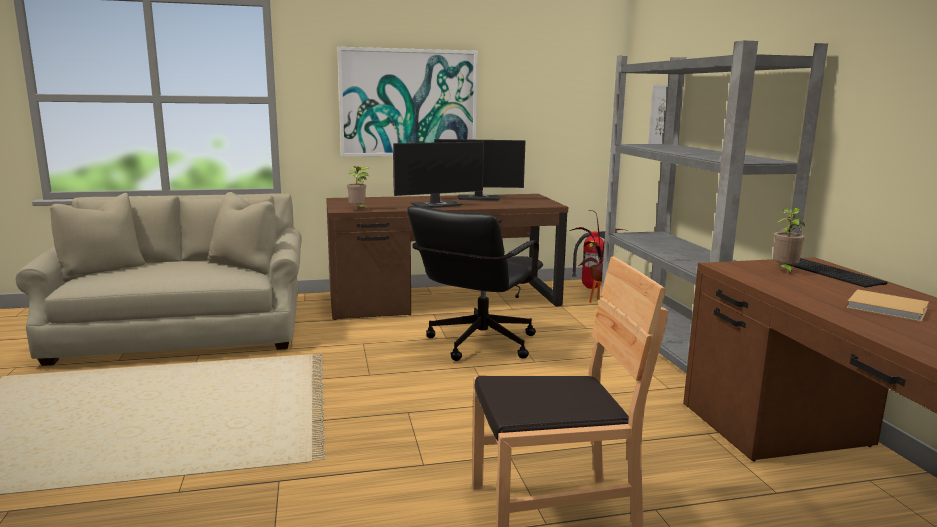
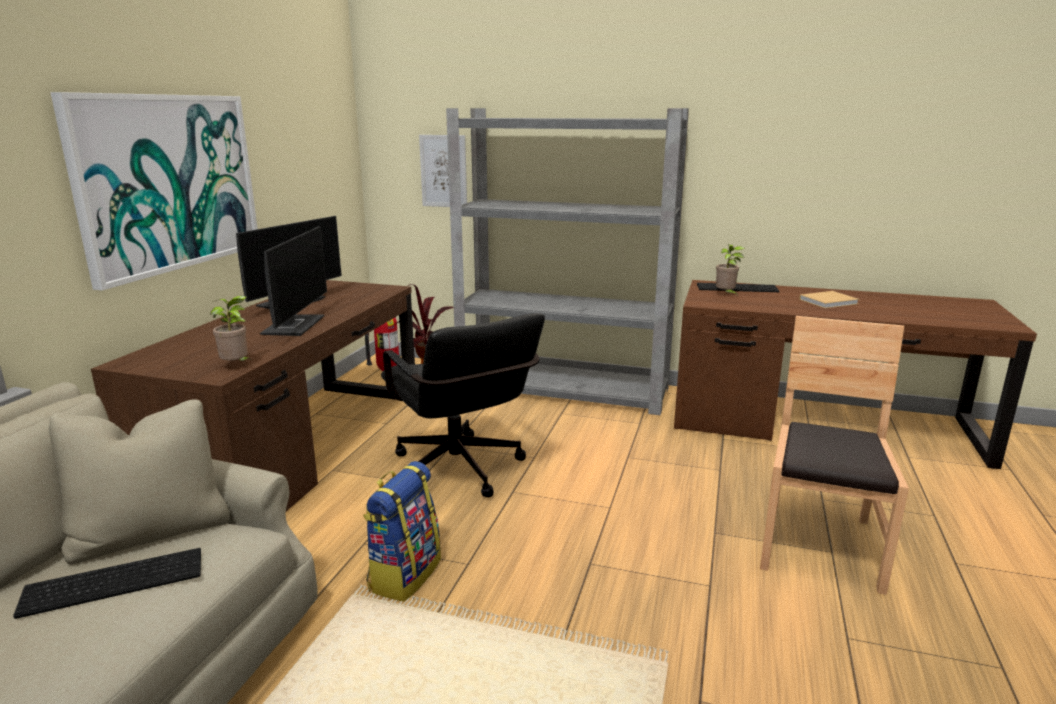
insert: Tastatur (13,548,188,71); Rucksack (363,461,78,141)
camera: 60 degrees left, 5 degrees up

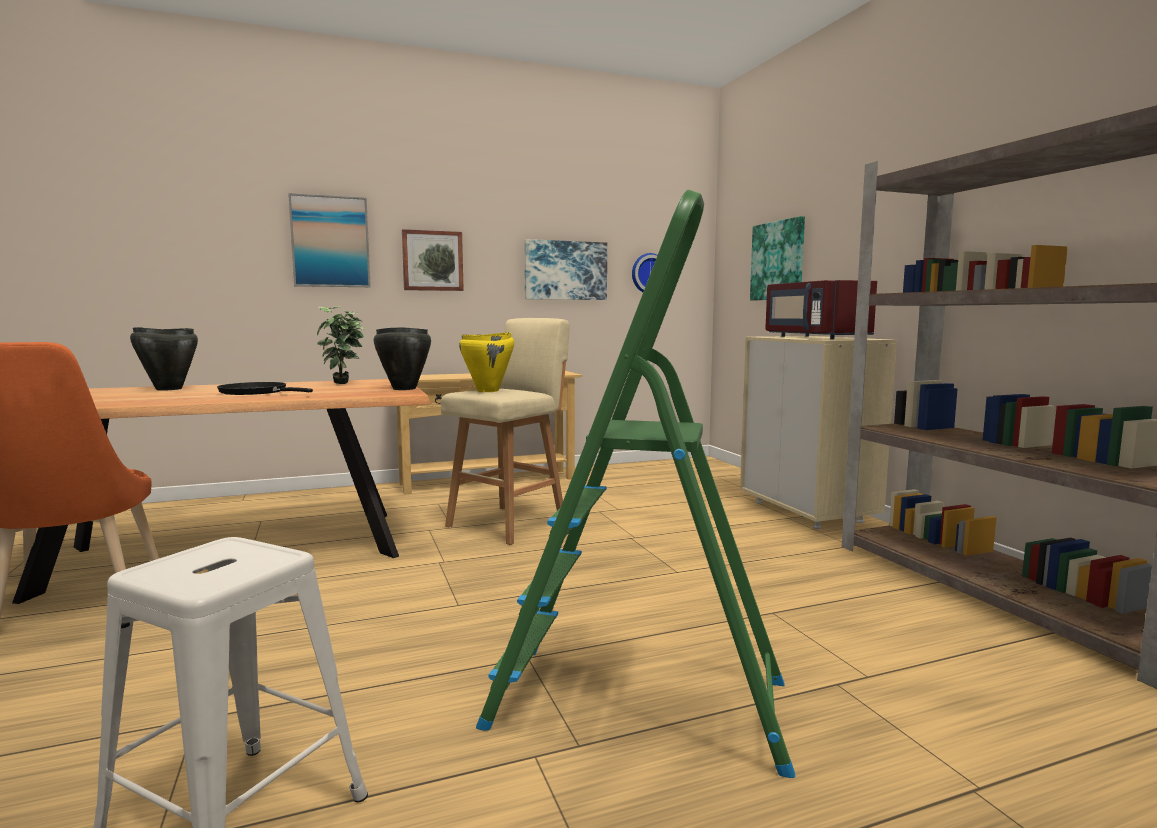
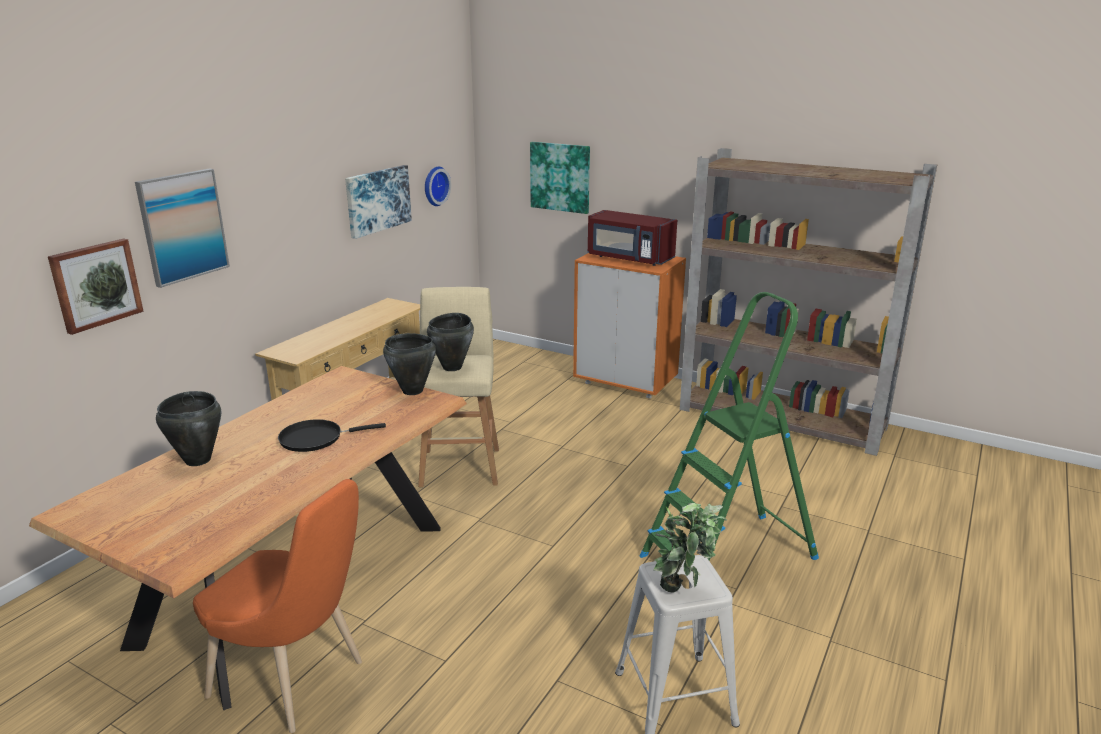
move: Bild (402,229,62,62) to (48,238,96,97); Topfpflanze (317,306,48,78) to (653,503,74,90)
recolor: Kochtopf [gelb] (459,332,55,60) to Kochtopf [schwarz] (427,313,47,58); Schrank [beige] (740,336,157,193) to Schrank [orange] (573,253,113,145)
camera: 40 degrees left, 15 degrees up

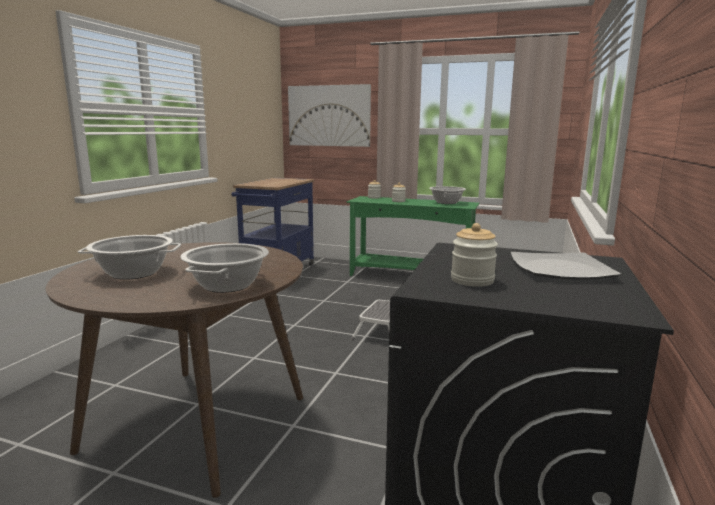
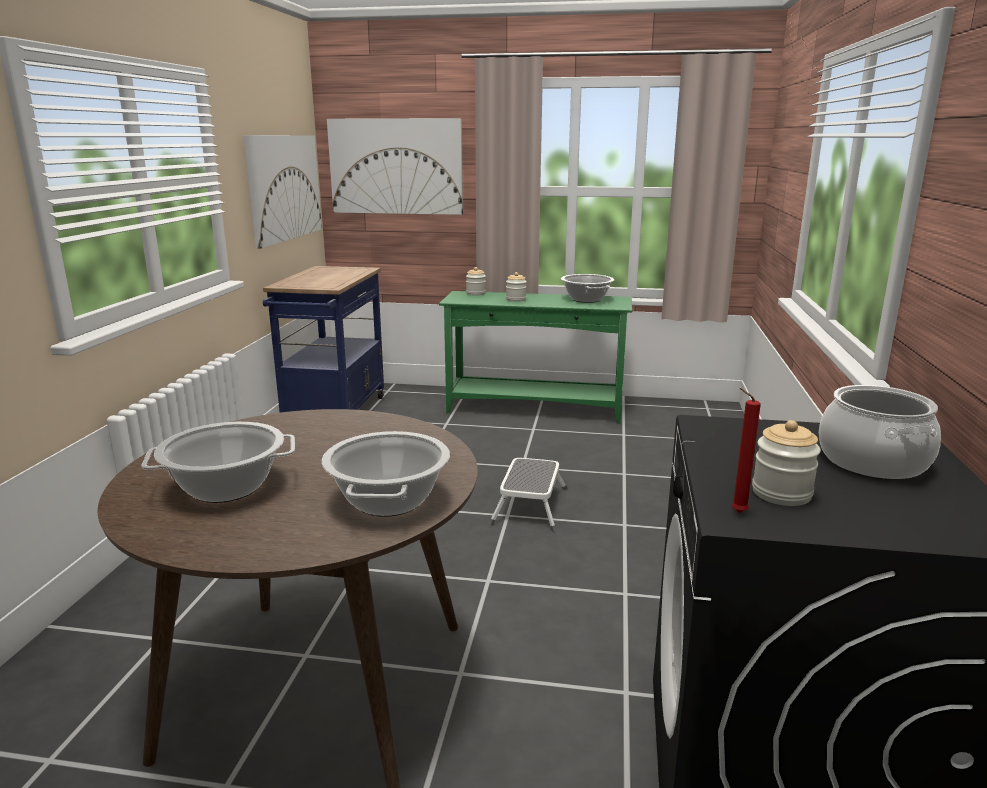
insert: Bild (244,135,78,113); Kerze [rot] (732,388,29,125)
replace: Teller (510,252,111,28) to Kochtopf (819,385,122,94)
camera: 10 degrees left, 5 degrees up

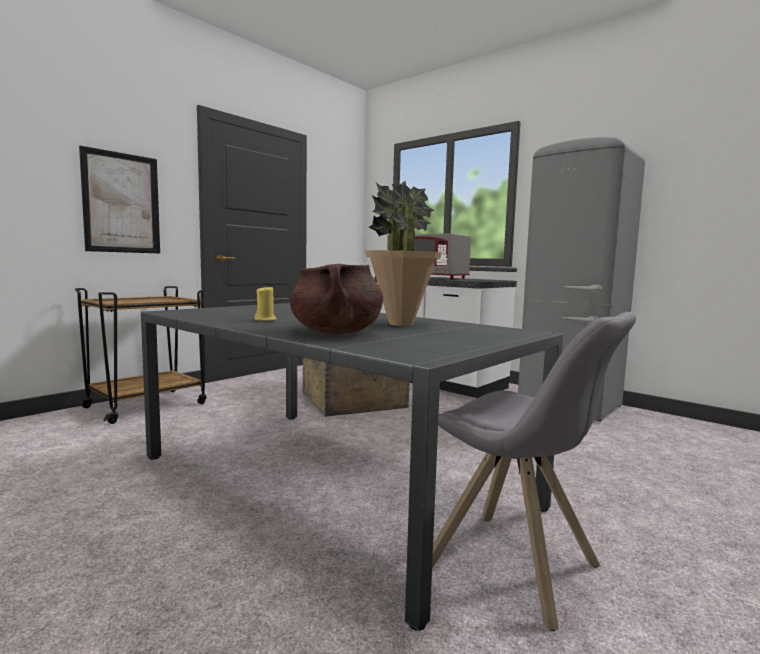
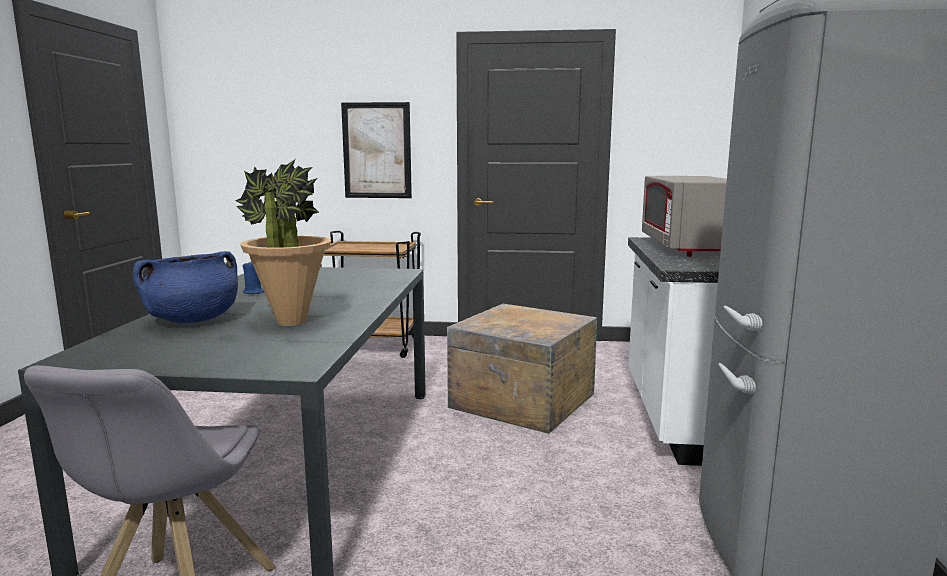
recolor: Kochtopf [braun] (290,264,93,70) to Kochtopf [blau] (133,251,105,72); Kerze [gelb] (254,285,23,36) to Kerze [blau] (243,261,21,33)
camera: 55 degrees right, 5 degrees up

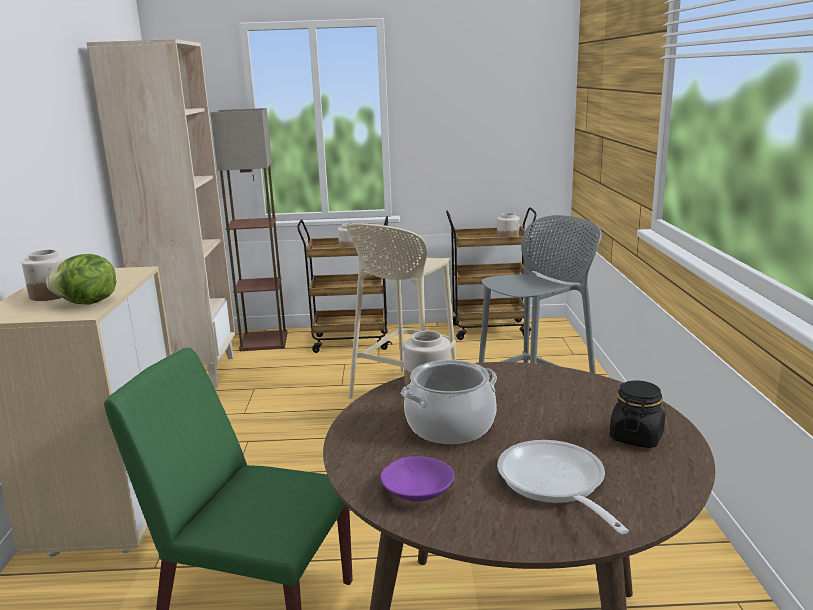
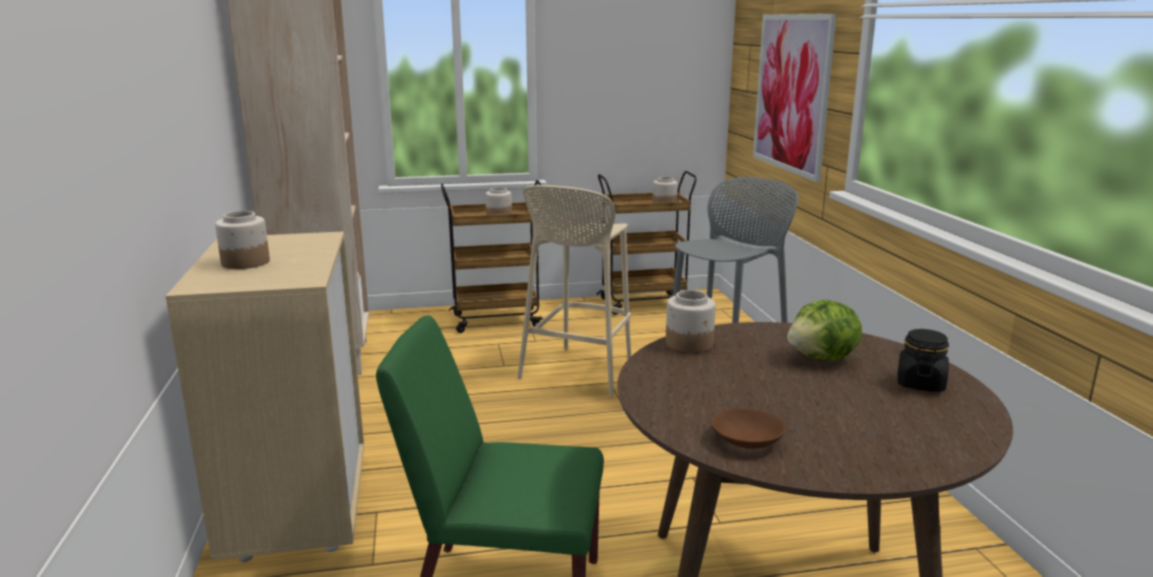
delete: Stehlampe (211,108,76,243); Kochtopf (401,360,96,84); Pfanne (497,440,132,94)
insert: Bild (753,14,84,168)
move: Salatkopf (46,254,70,51) to (787,300,75,61)
recolor: Schüssel [lila] (381,456,73,45) to Schüssel [braun] (711,408,75,41)
camera: 10 degrees left, 0 degrees up

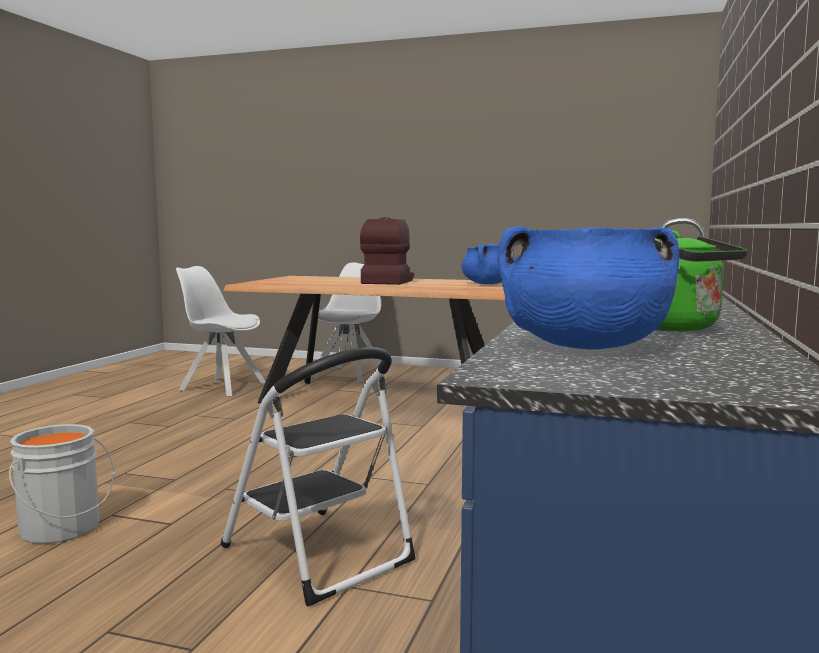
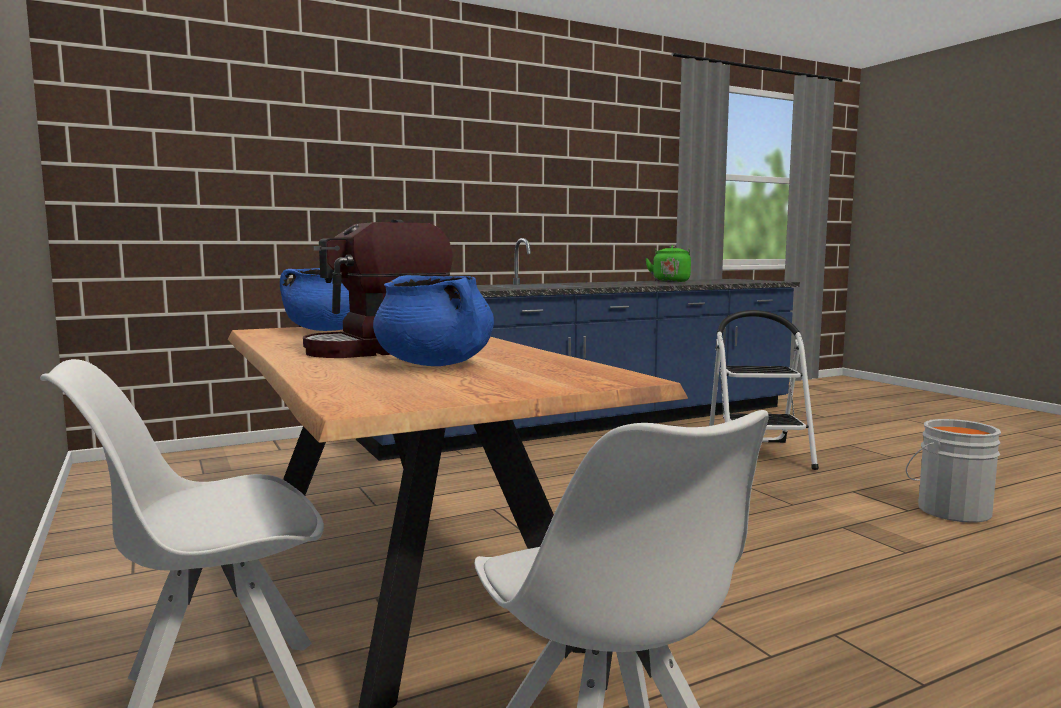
move: Kochtopf [blau] (497,226,182,123) to (373,275,121,91)
camera: 135 degrees left, 0 degrees up

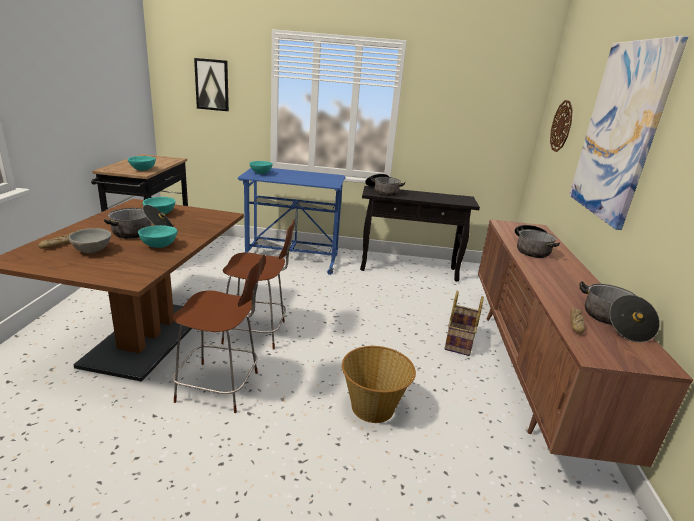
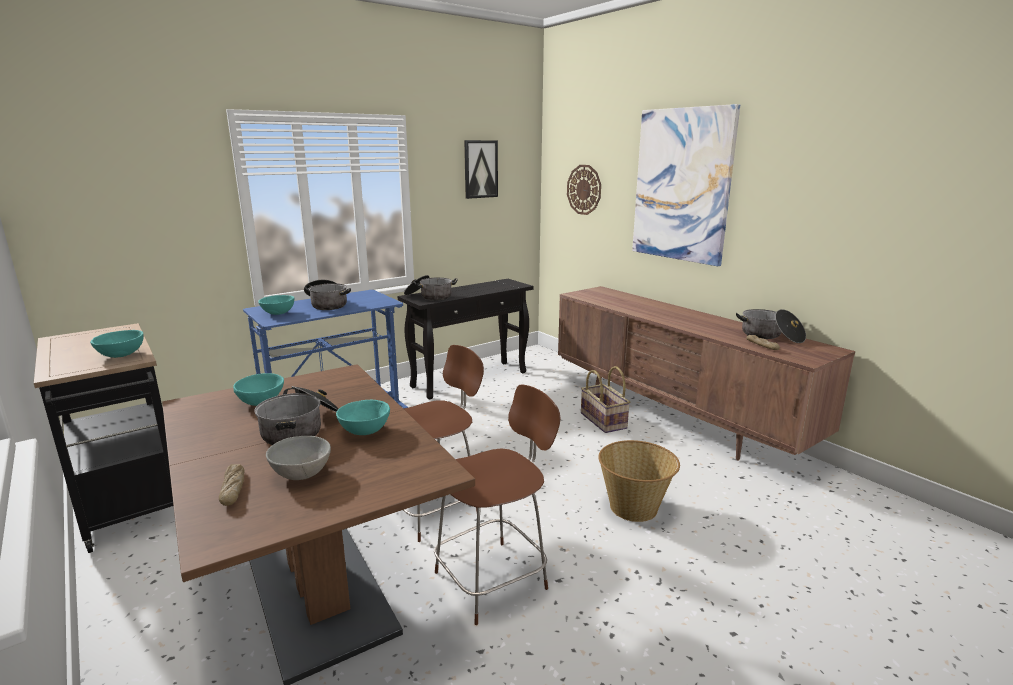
move: Kochtopf (515,225,45,33) to (304,280,47,30); Bild (194,58,35,53) to (464,140,34,59)
camera: 40 degrees left, 5 degrees down

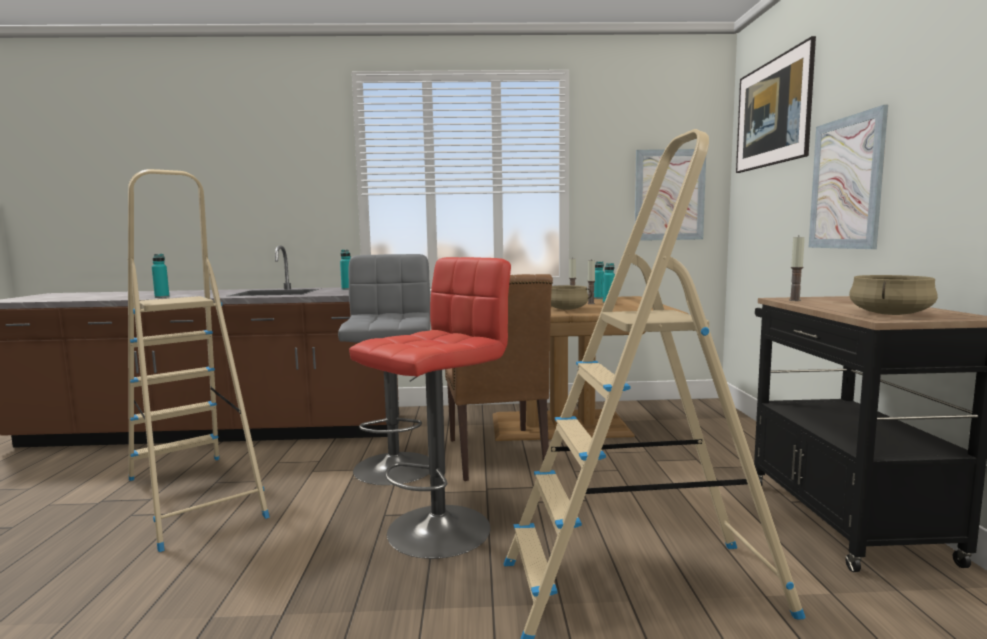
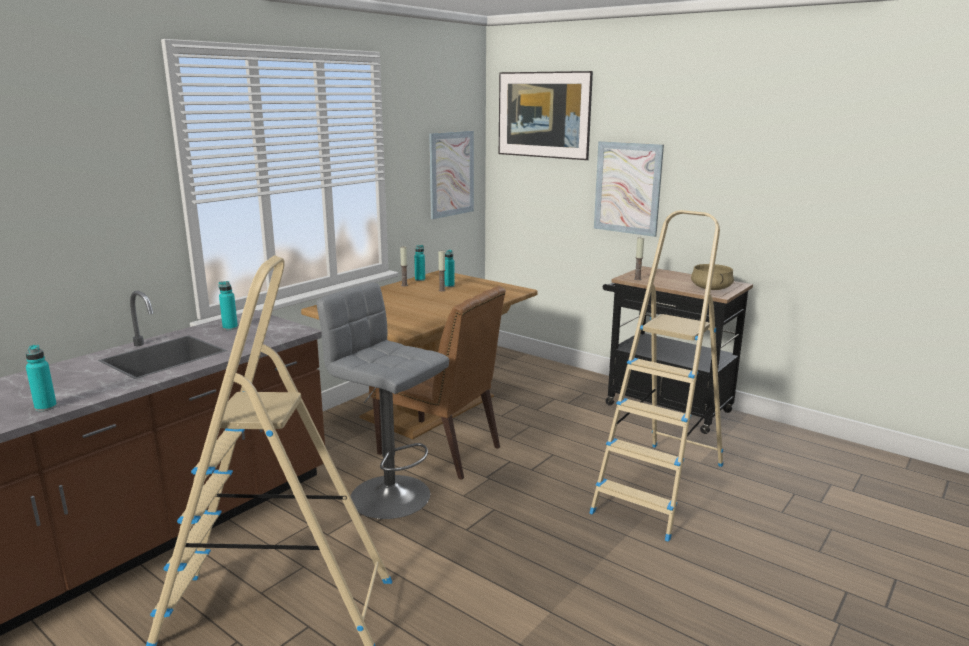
delete: Hocker [rot] (349,257,162,302); Kochtopf [beige] (551,285,41,25)
camera: 50 degrees left, 10 degrees up

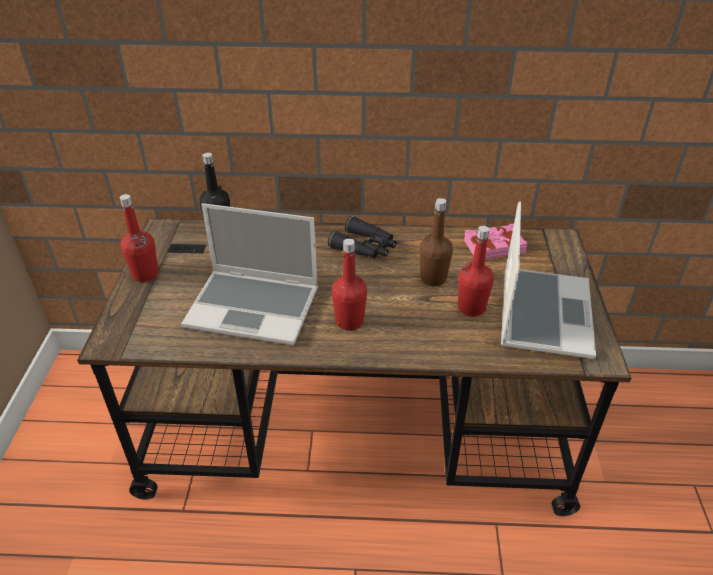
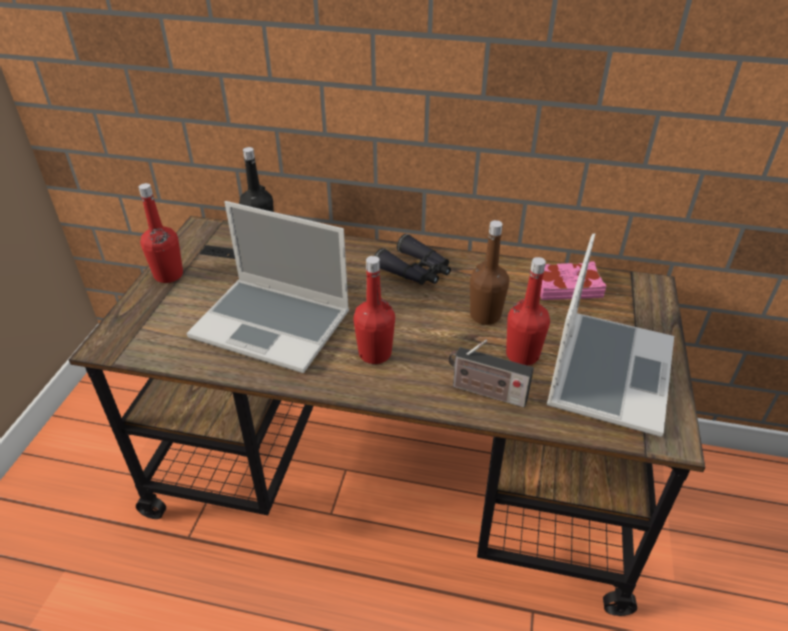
insert: Radio (448,339,86,69)
camera: 10 degrees right, 0 degrees up

